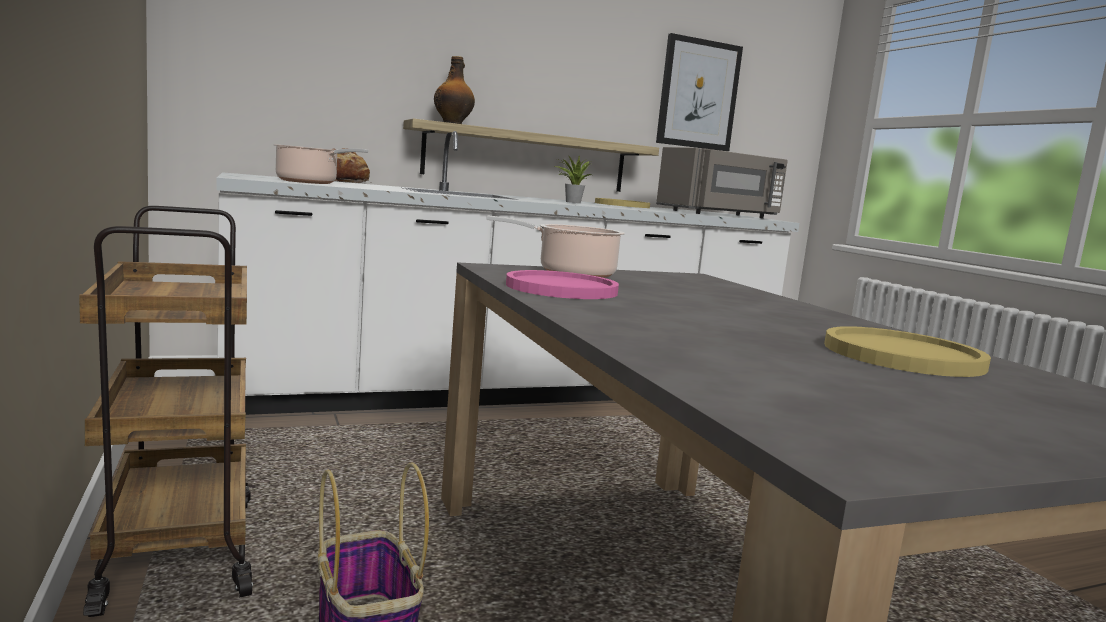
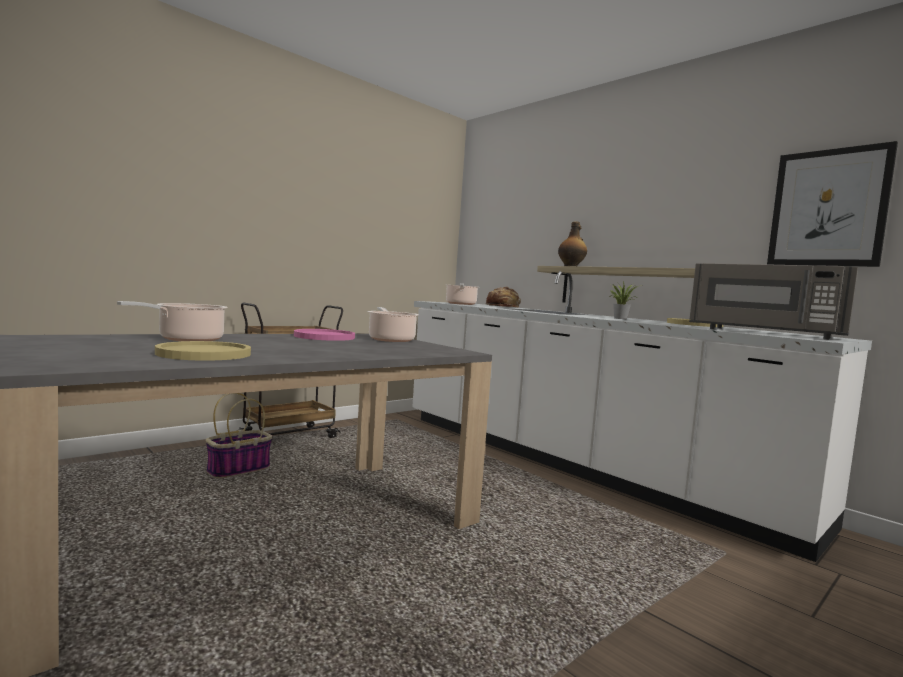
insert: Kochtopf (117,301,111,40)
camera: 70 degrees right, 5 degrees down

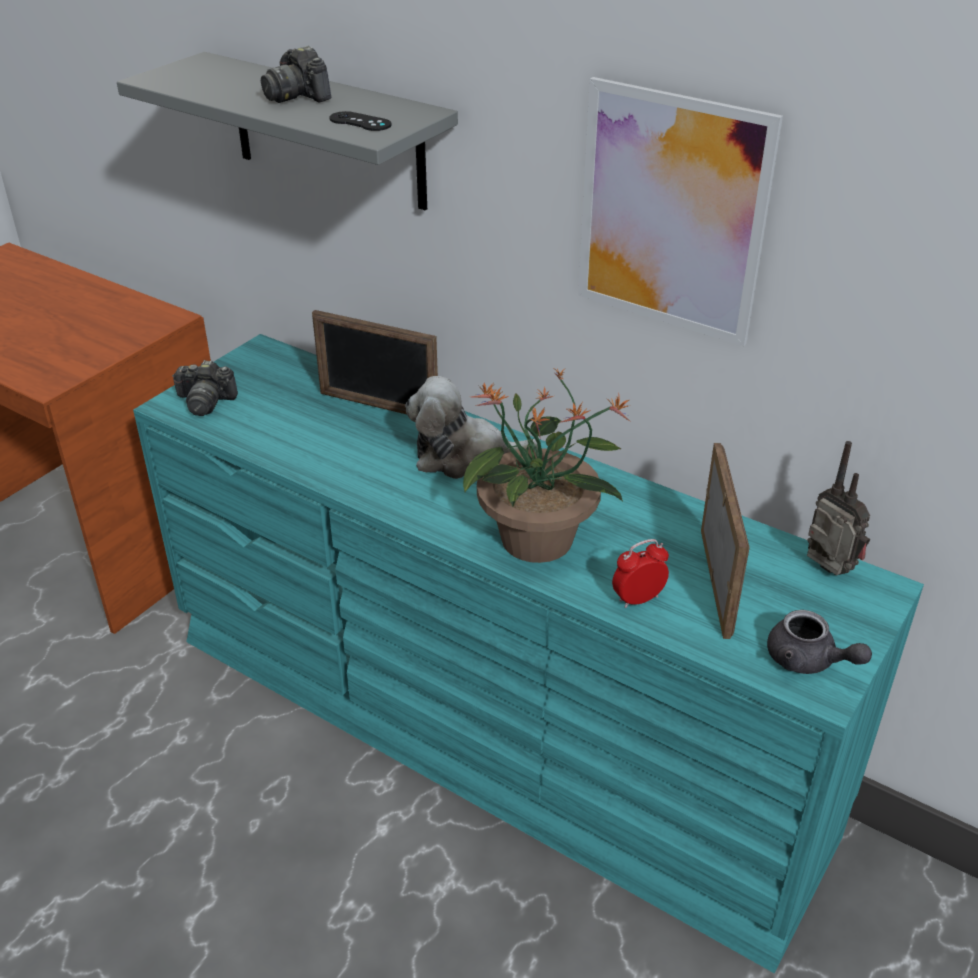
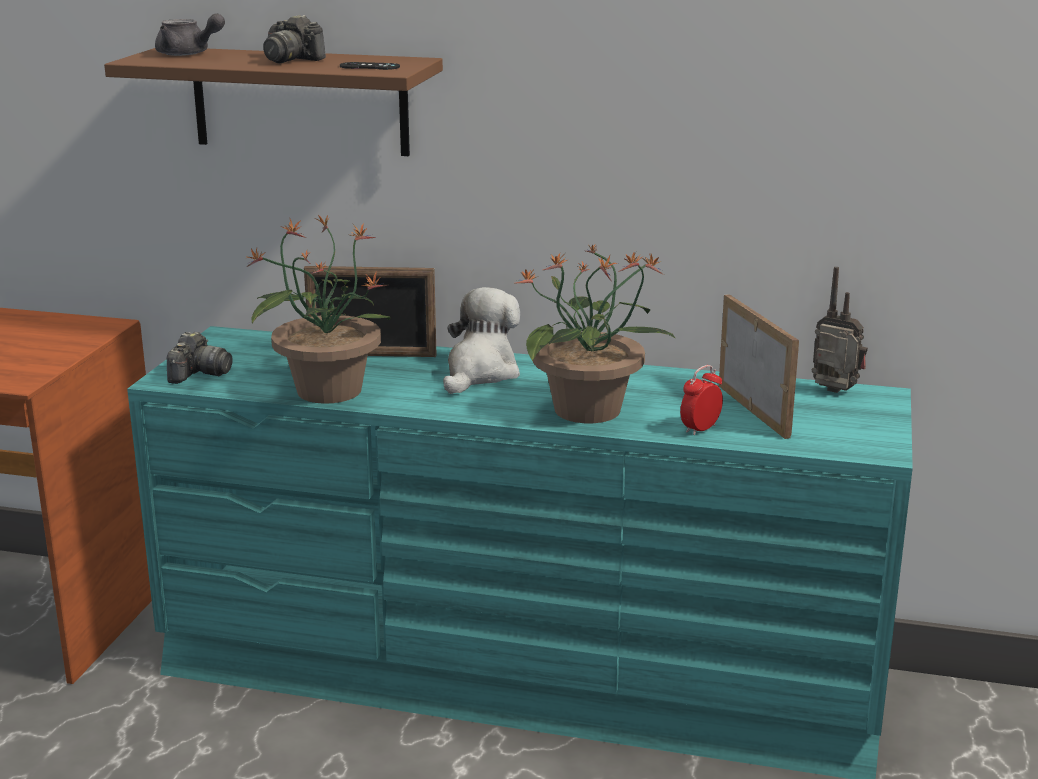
delete: Bild (578,77,205,269)
insert: Topfpflanze (246,215,145,189)
move: Teekanne [grau] (767,610,105,64) to (155,13,70,43)
recolor: Wandregal [grau] (117,52,341,158) to Wandregal [braun] (104,48,339,108)
rotate: Kamera (172,360,66,56) = (167,332,65,52) 60 degrees counterclockwise; Plüschtier (405,376,133,103) = (443,287,77,107) 135 degrees clockwise
camera: 20 degrees left, 15 degrees down

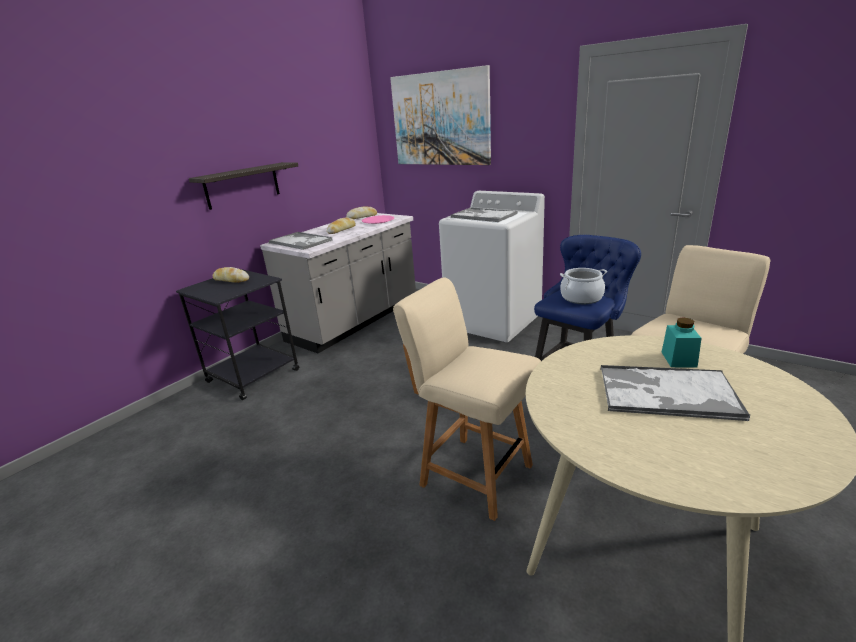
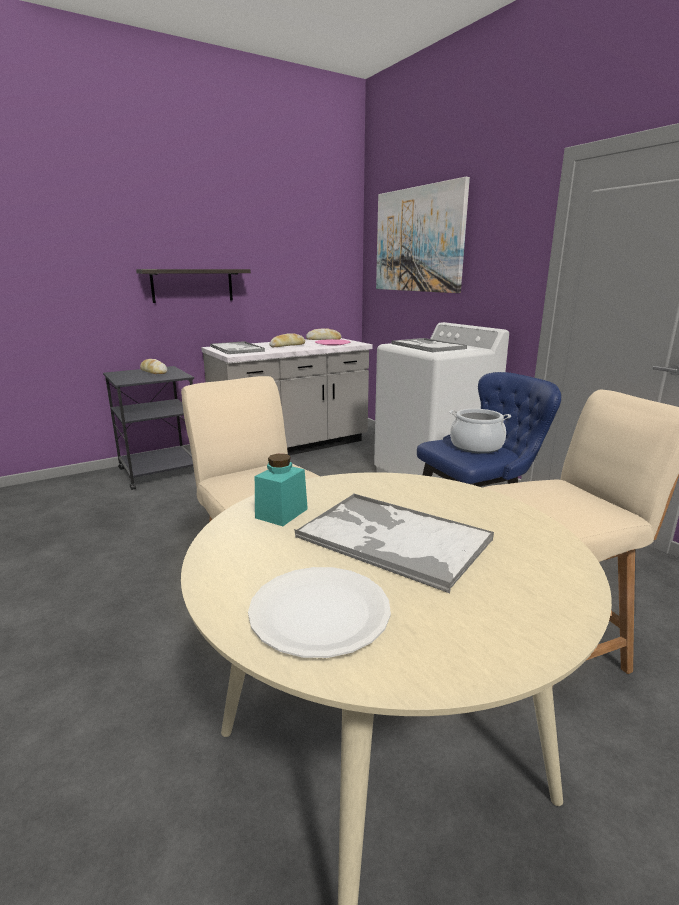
insert: Teller [weiß] (248,567,143,91)
move: Vorratsglas [türkis] (662,318,40,50) to (255,454,53,72)
camera: 20 degrees right, 5 degrees down

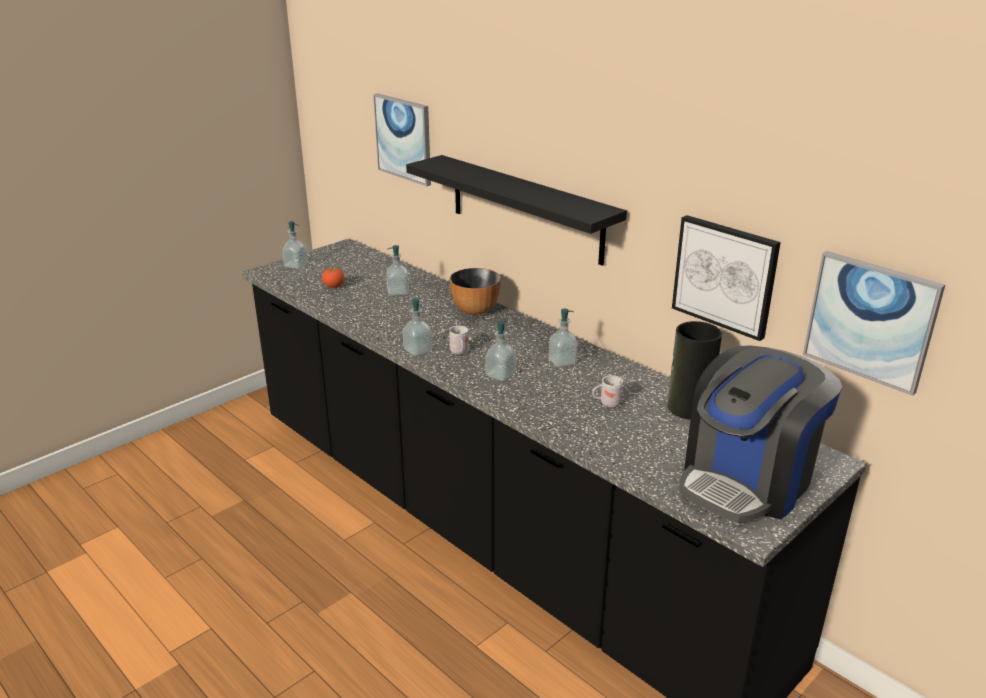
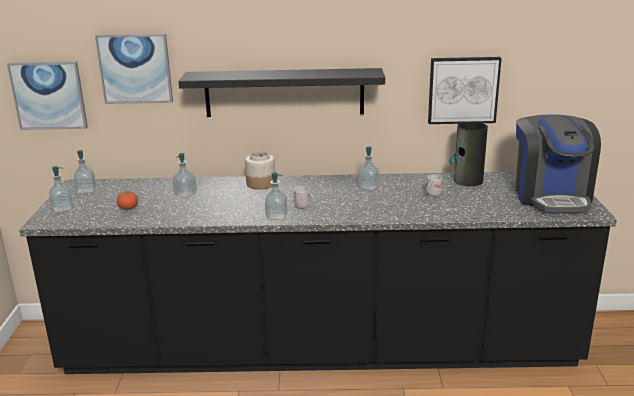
move: Bild (803,251,142,145) to (7,61,81,69); Seifenspender (485,321,31,60) to (74,150,22,44)
replace: Schüssel (450,268,51,47) to Vorratsglas (245,151,30,39)
camera: 45 degrees left, 5 degrees down

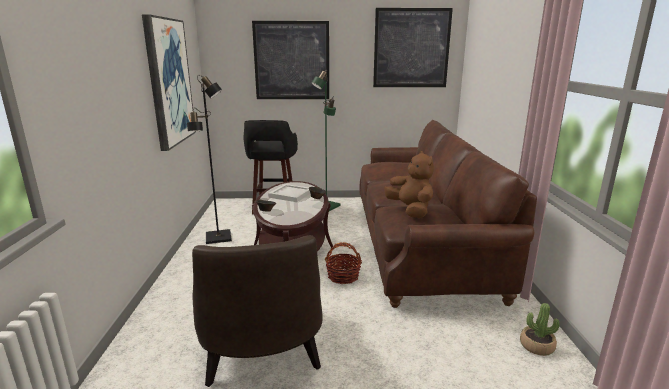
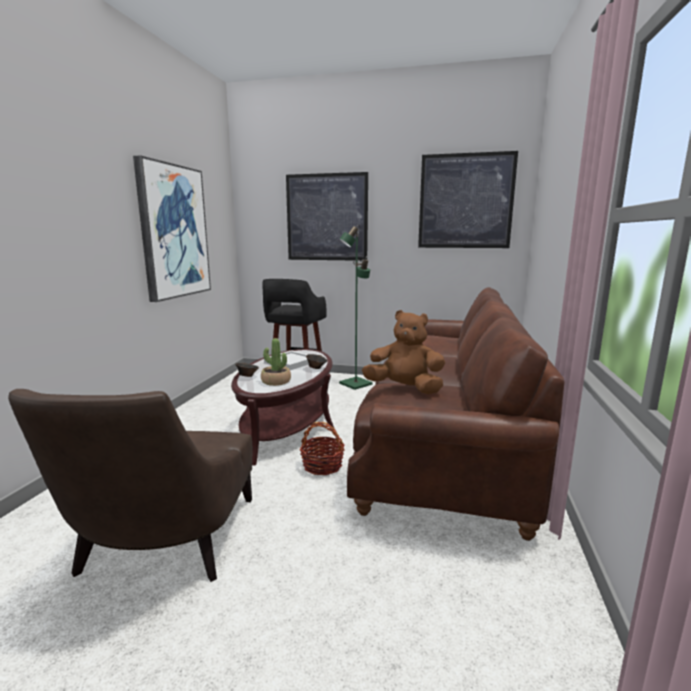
delete: Stehlampe [schwarz] (187,75,45,169)
move: Topfpflanze (520,303,40,53) to (261,338,30,48)
rotate: Plüschtier [braun] (384,151,50,67) = (362,310,83,84) 60 degrees counterclockwise
camera: 15 degrees right, 5 degrees down

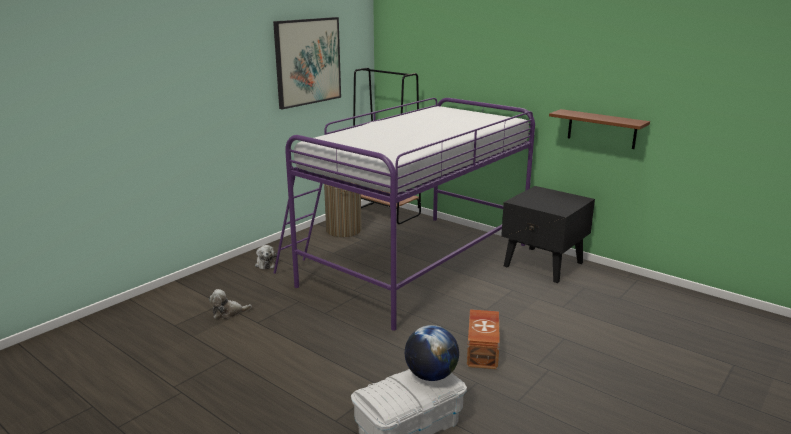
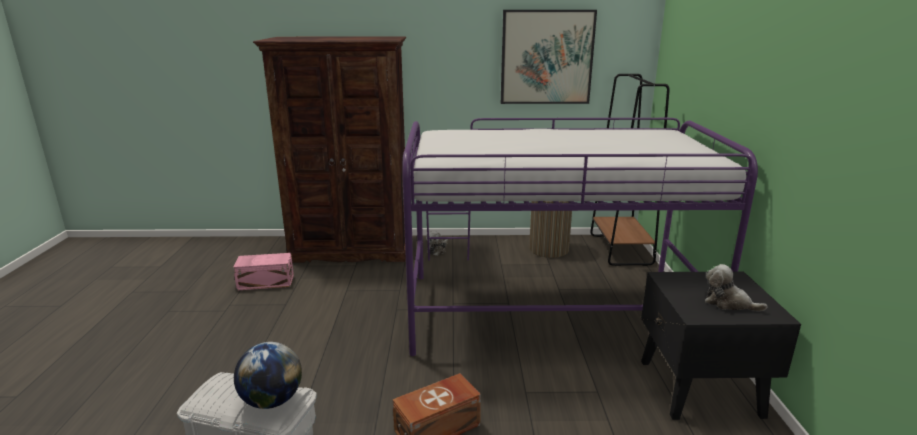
delete: Wandregal [braun] (549,109,101,40)
insert: Aufbewahrungsbox [rosa] (233,253,61,38); Kleiderschrank [braun] (253,37,153,226)
move: Plüschtier (209,289,43,30) to (705,264,63,47)
camera: 50 degrees right, 0 degrees up

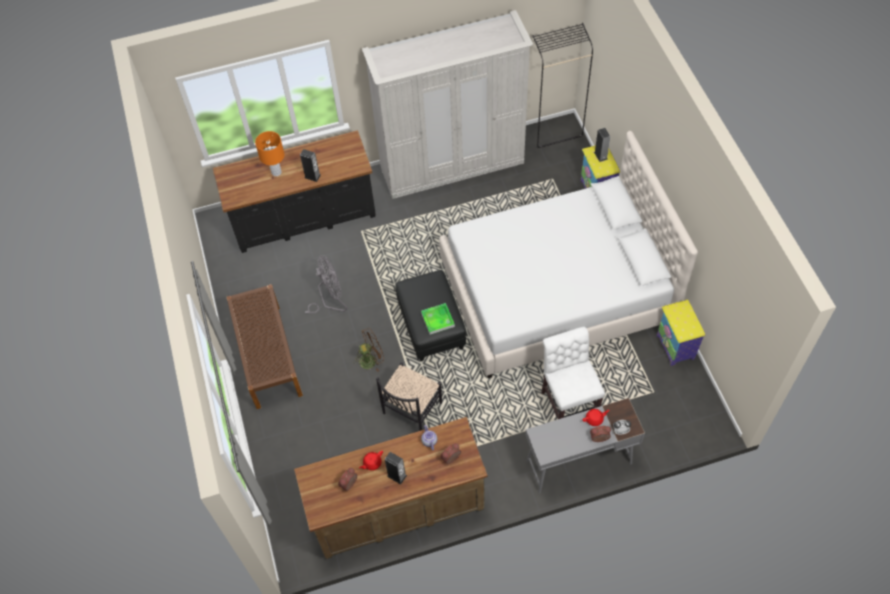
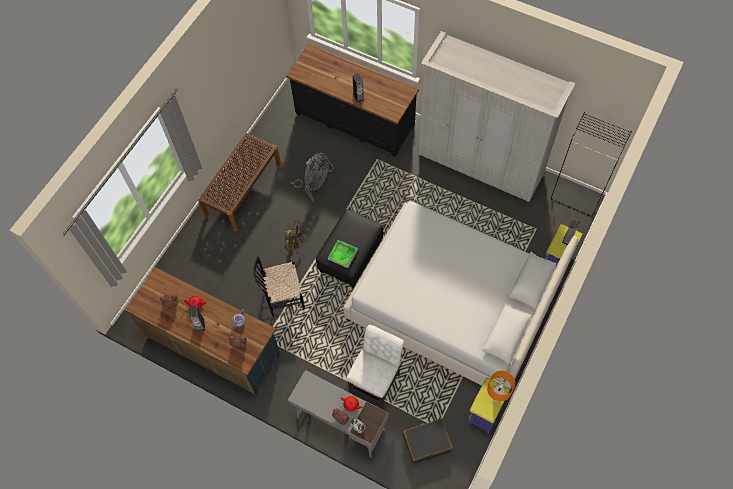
insert: Koffer [schwarz] (403,419,50,45)
move: Tischlampe [orange] (255,131,30,45) to (487,370,28,32)
camera: 45 degrees right, 5 degrees up

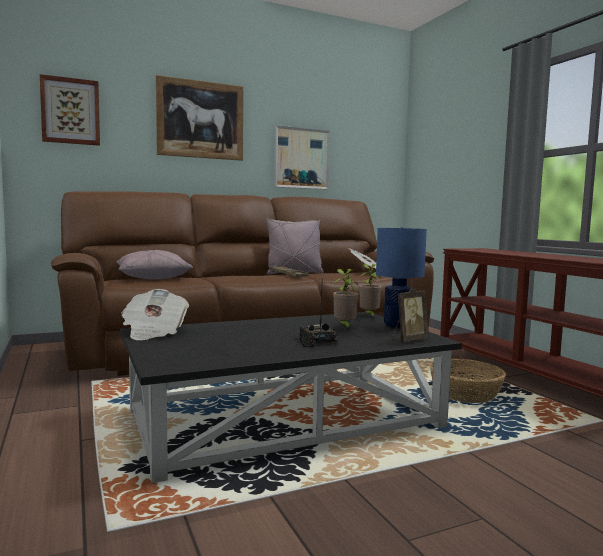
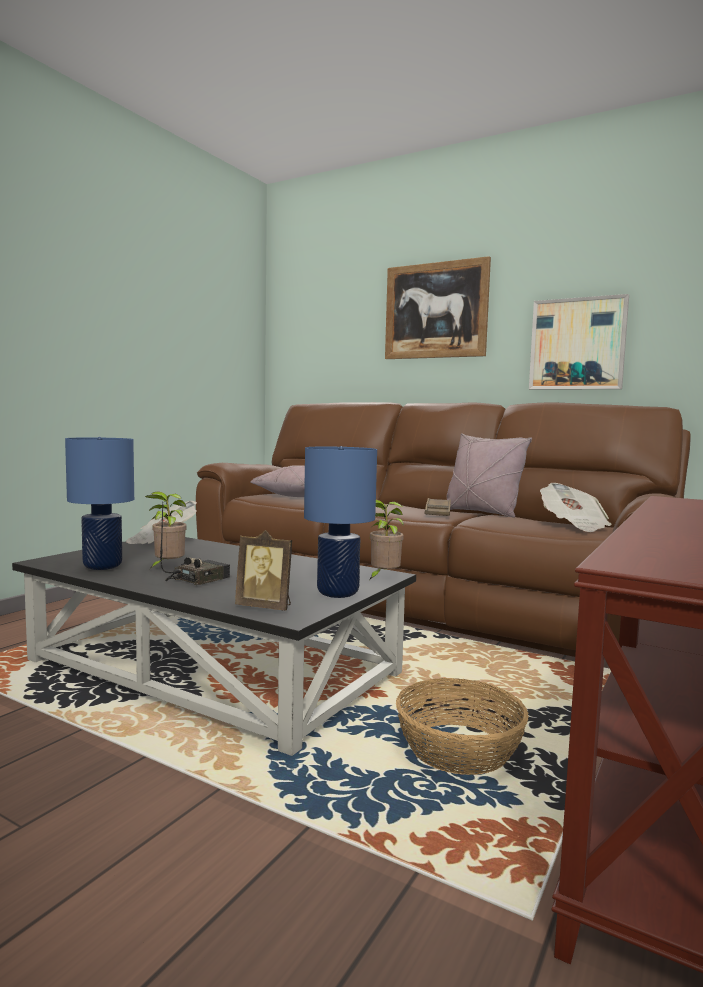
delete: Bild (40,74,60,72)
insert: Tischlampe [blau] (65,437,69,133)
move: Topfpflanze (333,269,26,61) to (145,492,42,77)
camera: 55 degrees right, 0 degrees up

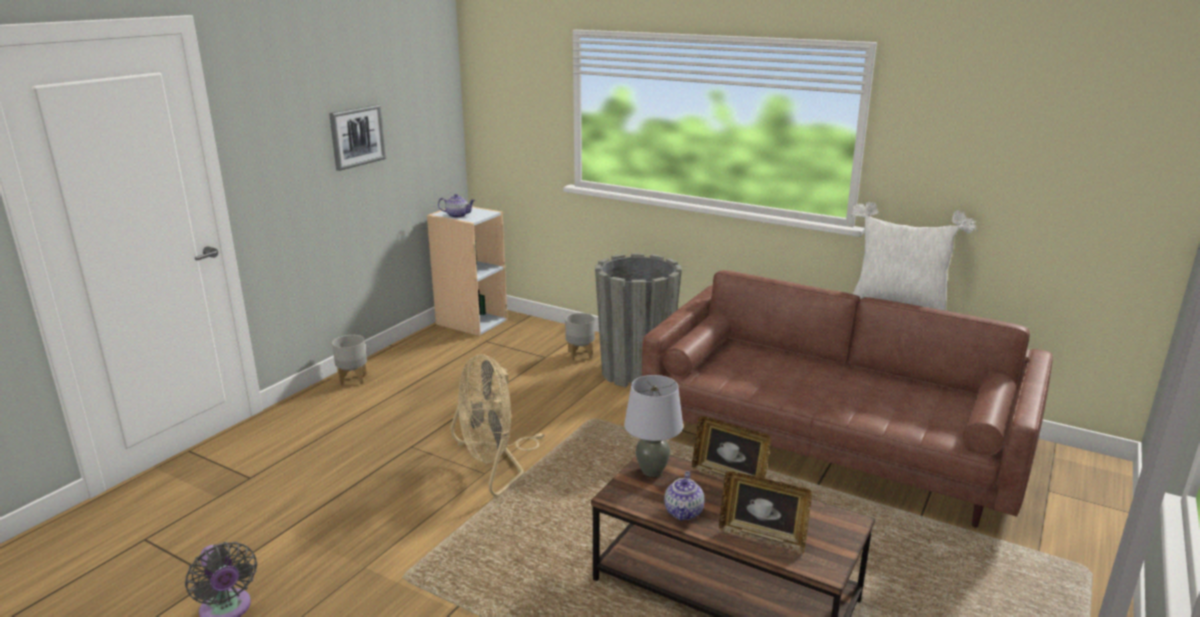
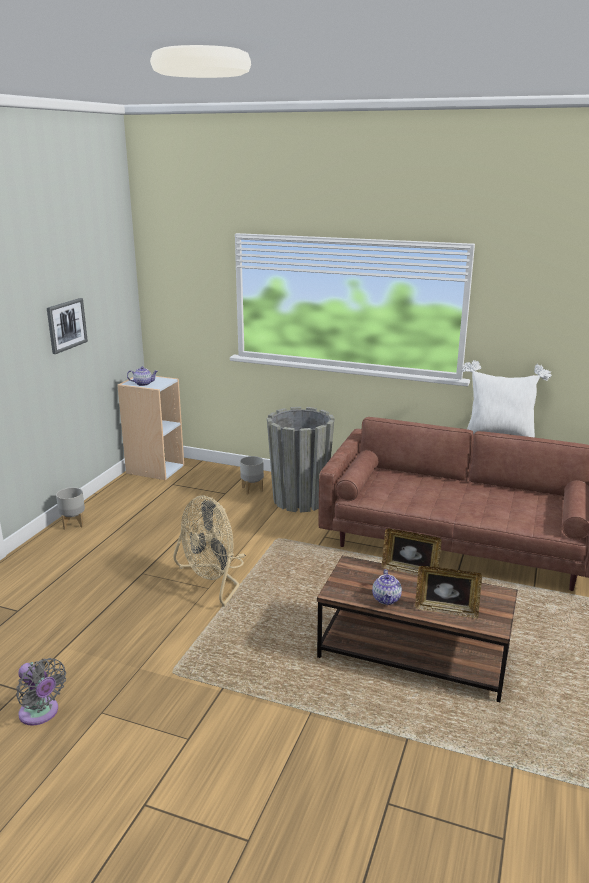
delete: Tischlampe [grau] (624,375,59,102)
camera: 10 degrees left, 0 degrees up

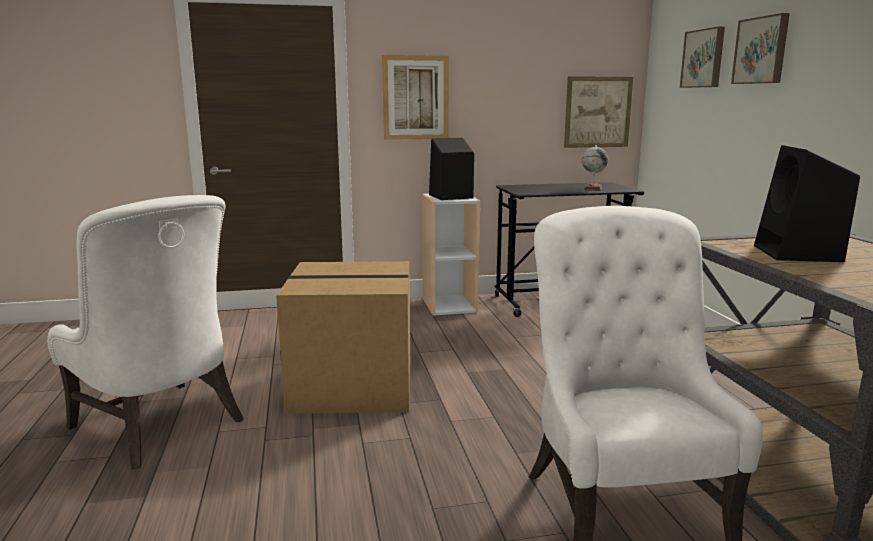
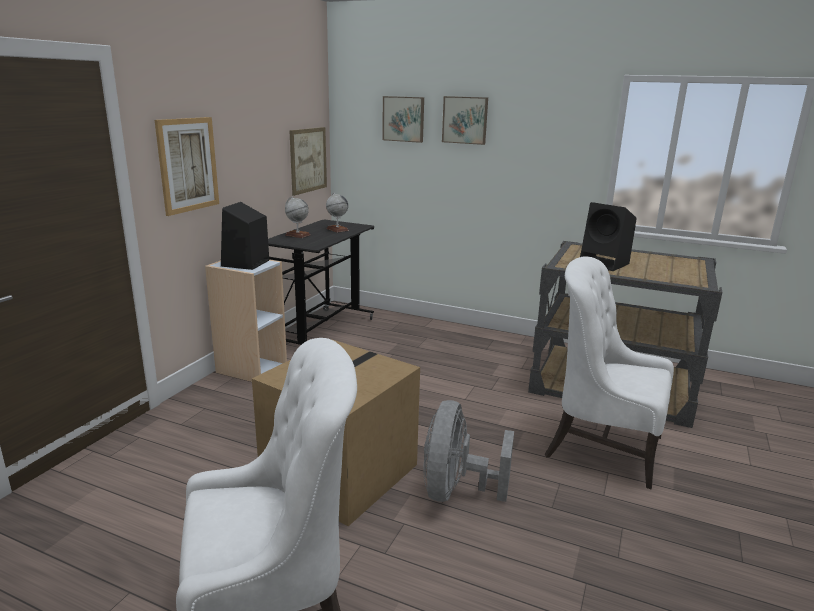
insert: Globus (285,196,26,42); Ventilator [grau] (424,400,90,102)
camera: 55 degrees left, 5 degrees up

